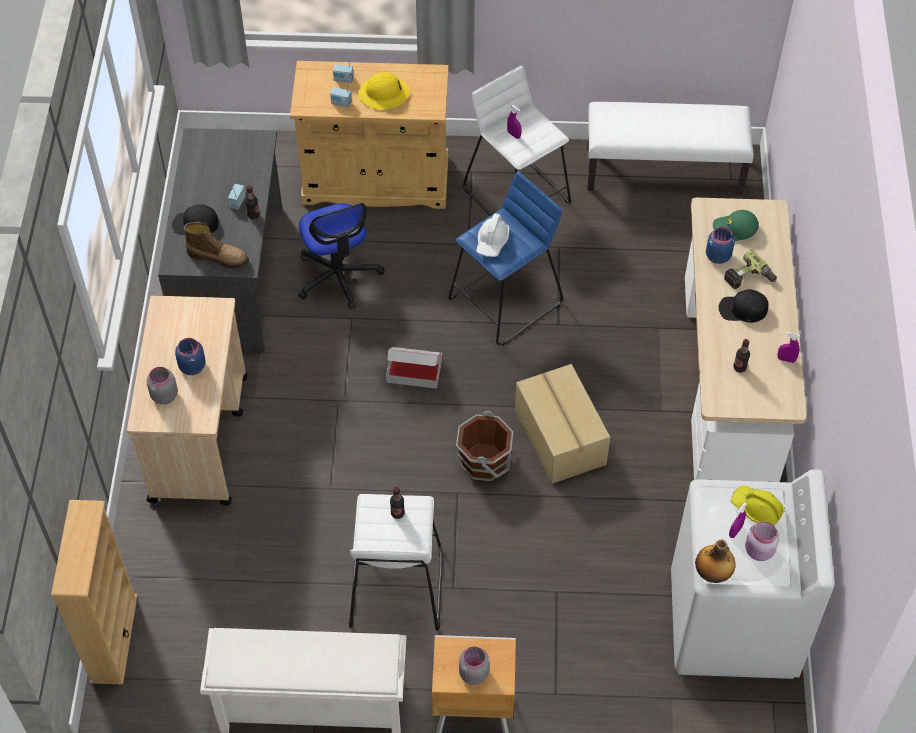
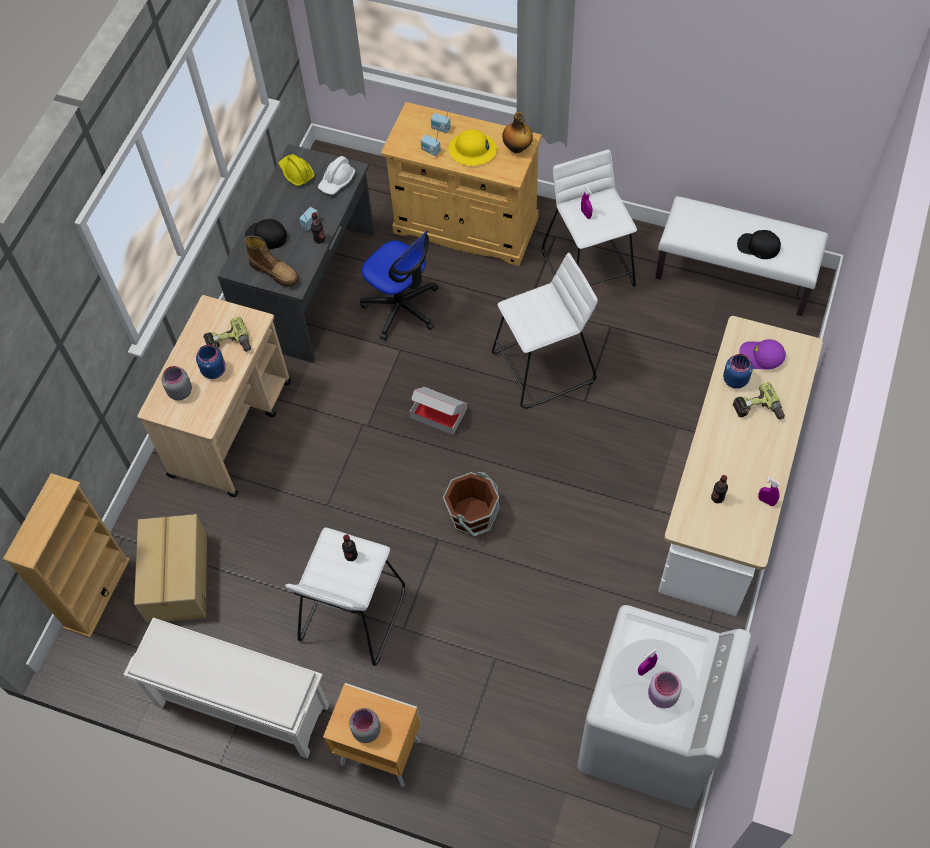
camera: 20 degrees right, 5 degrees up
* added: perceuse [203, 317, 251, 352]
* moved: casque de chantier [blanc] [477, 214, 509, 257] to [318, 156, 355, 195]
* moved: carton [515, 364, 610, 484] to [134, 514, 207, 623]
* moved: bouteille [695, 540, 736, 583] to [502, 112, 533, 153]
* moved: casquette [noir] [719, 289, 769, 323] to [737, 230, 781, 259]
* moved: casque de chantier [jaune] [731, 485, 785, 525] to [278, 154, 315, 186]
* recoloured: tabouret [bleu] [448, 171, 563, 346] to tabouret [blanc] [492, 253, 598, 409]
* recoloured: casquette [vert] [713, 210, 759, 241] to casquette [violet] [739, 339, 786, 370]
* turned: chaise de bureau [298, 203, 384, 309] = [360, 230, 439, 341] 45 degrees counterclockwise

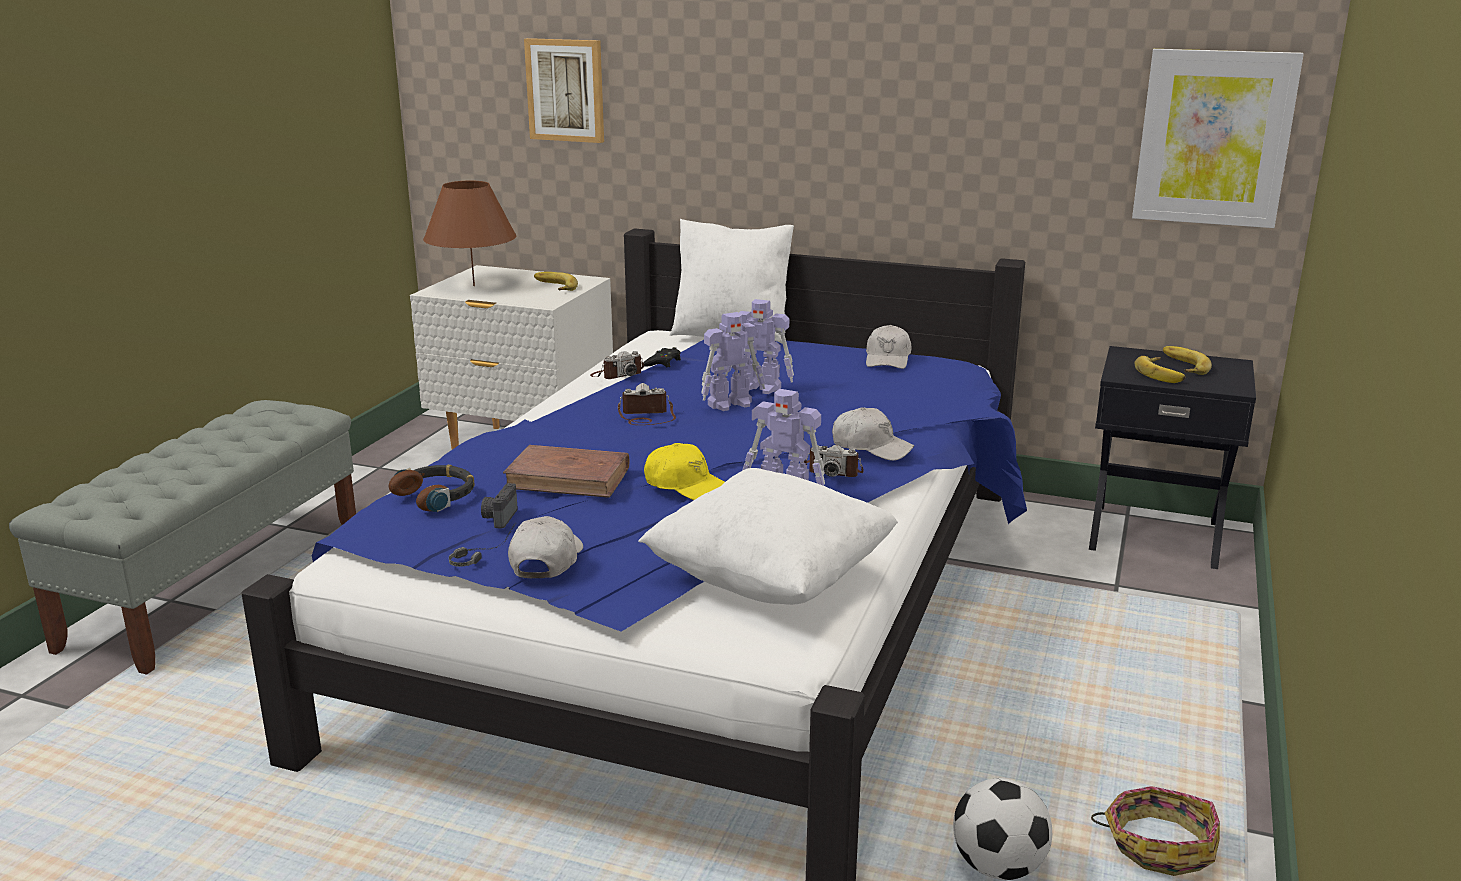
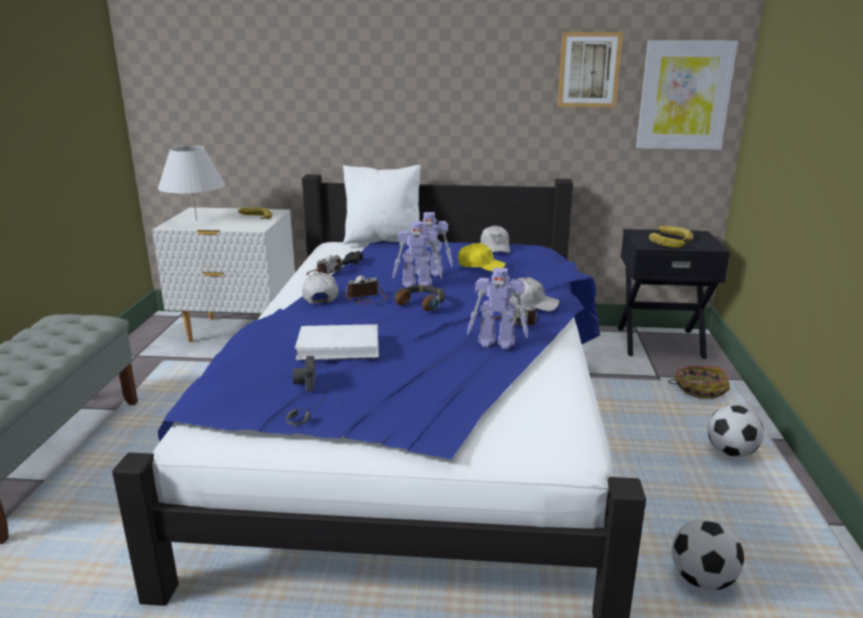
camera: 15 degrees left, 0 degrees up
* removed: coussin [blanc] [638, 468, 898, 605]
* added: ballon de foot [707, 405, 764, 457]
* moved: casque audio [389, 465, 475, 512] to [394, 285, 445, 311]
* moved: casquette [blanc] [508, 516, 583, 578] to [302, 272, 339, 304]
* moved: tableau [524, 38, 604, 143] to [557, 32, 623, 107]
* moved: casquette [jaune] [644, 443, 725, 500] to [458, 243, 506, 272]
* moved: panier [1091, 786, 1220, 876] to [668, 365, 730, 399]
* recoloured: lampe de table [marron] [423, 180, 517, 286] to lampe de table [blanc] [158, 146, 226, 221]
* recoloured: livre [marron] [503, 445, 629, 498] to livre [blanc] [295, 324, 379, 360]
* turned: robot jouet [701, 312, 765, 411] = [393, 221, 442, 287] 45 degrees clockwise

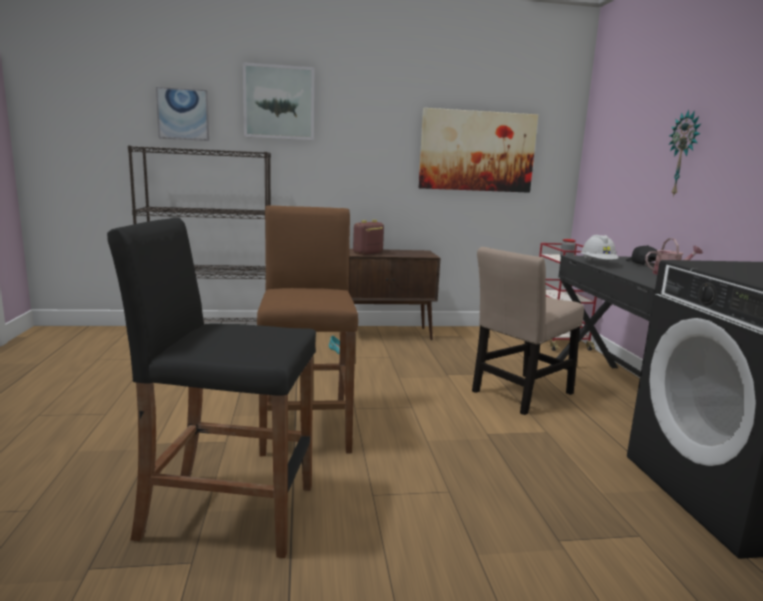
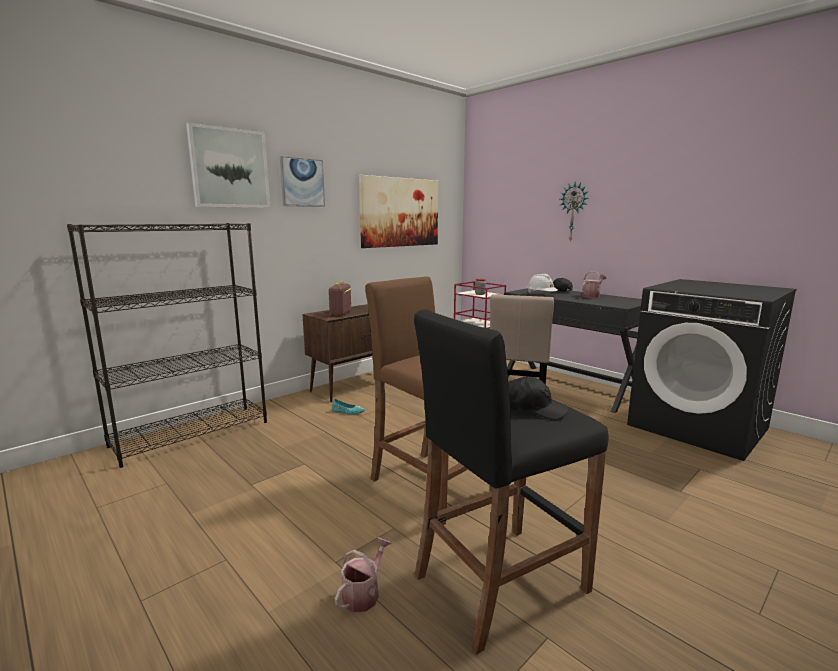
camera: 35 degrees left, 0 degrees up
* added: arrosoir [335, 537, 391, 612]
* added: casquette [noir] [508, 377, 569, 420]
* moved: tableau [156, 87, 209, 141] to [280, 156, 325, 207]

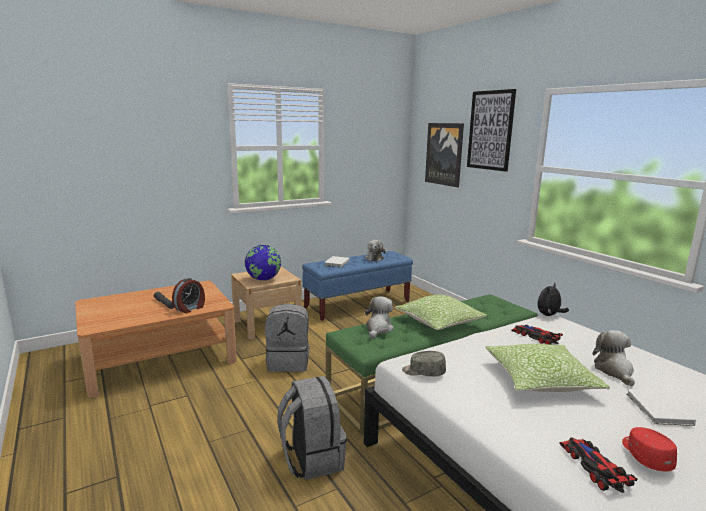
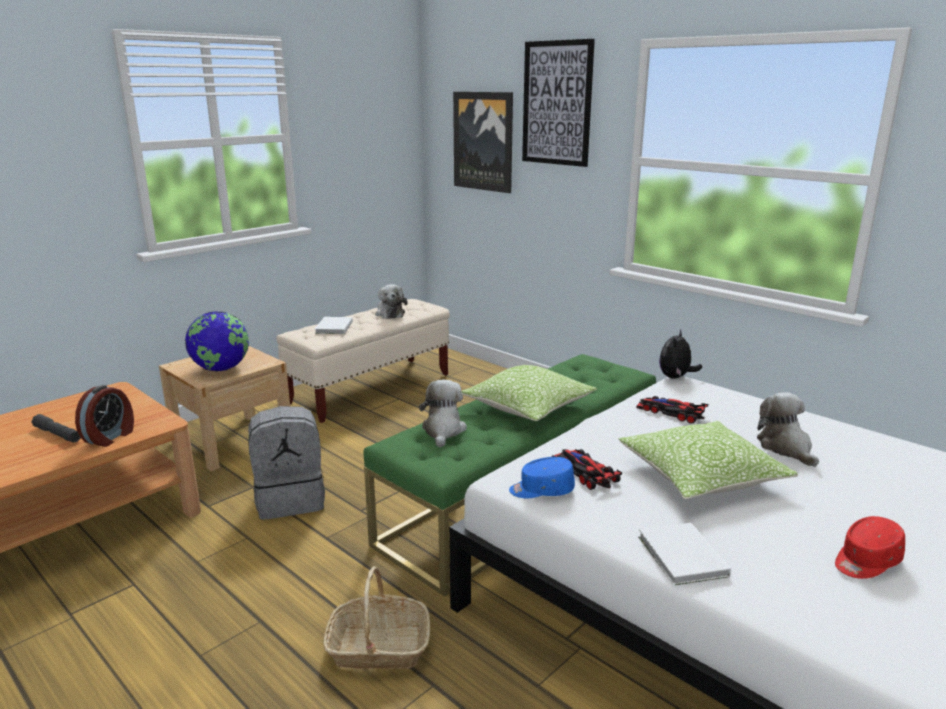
camera: 15 degrees left, 5 degrees up
* moved: petite voiture [559, 438, 637, 493] to [552, 449, 622, 490]
* moved: livre [blanc] [626, 389, 696, 426] to [638, 523, 731, 586]
* replaced: sac à dos [gris] [277, 376, 347, 480] to panier [324, 566, 430, 669]
* recoloured: banc [bleu] [302, 251, 413, 321] to banc [beige] [276, 299, 450, 423]
* recoloured: casquette [gris] [402, 351, 446, 377] to casquette [bleu] [509, 457, 575, 498]
* turned: casquette [rouge] [622, 427, 677, 472] = [835, 516, 905, 579] 105 degrees counterclockwise

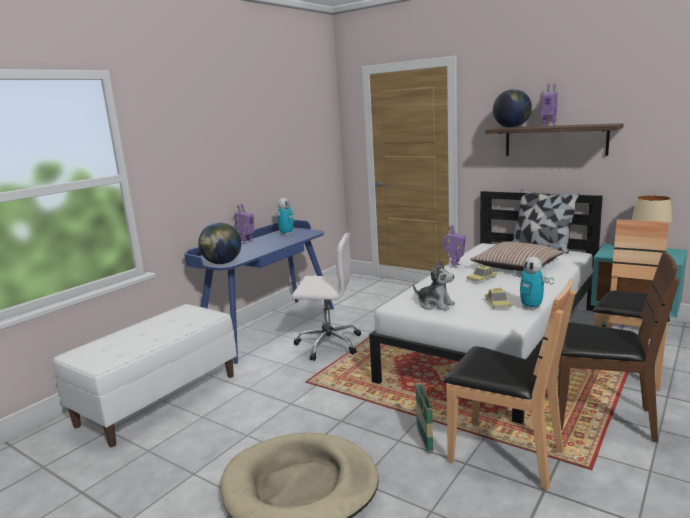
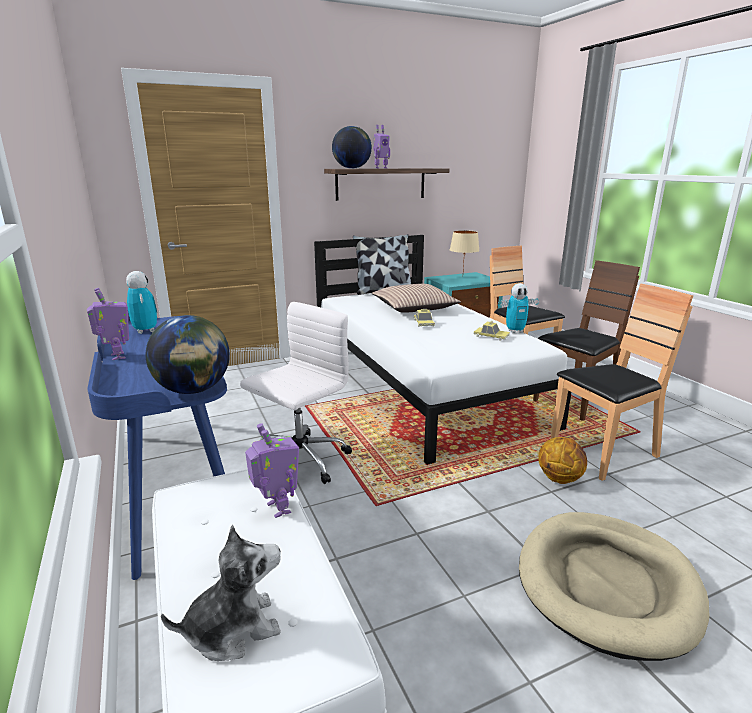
camera: 60 degrees left, 5 degrees up
* moved: peluche [413, 260, 455, 311] to [161, 525, 281, 661]
* moved: robot jouet [443, 225, 466, 268] to [245, 423, 299, 518]
* replaced: panier [415, 373, 434, 453] to ballon de basket [538, 437, 587, 484]

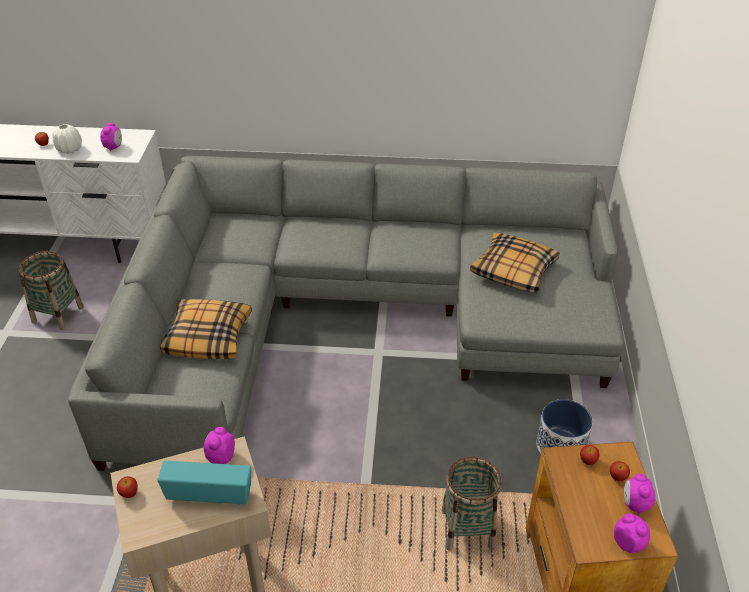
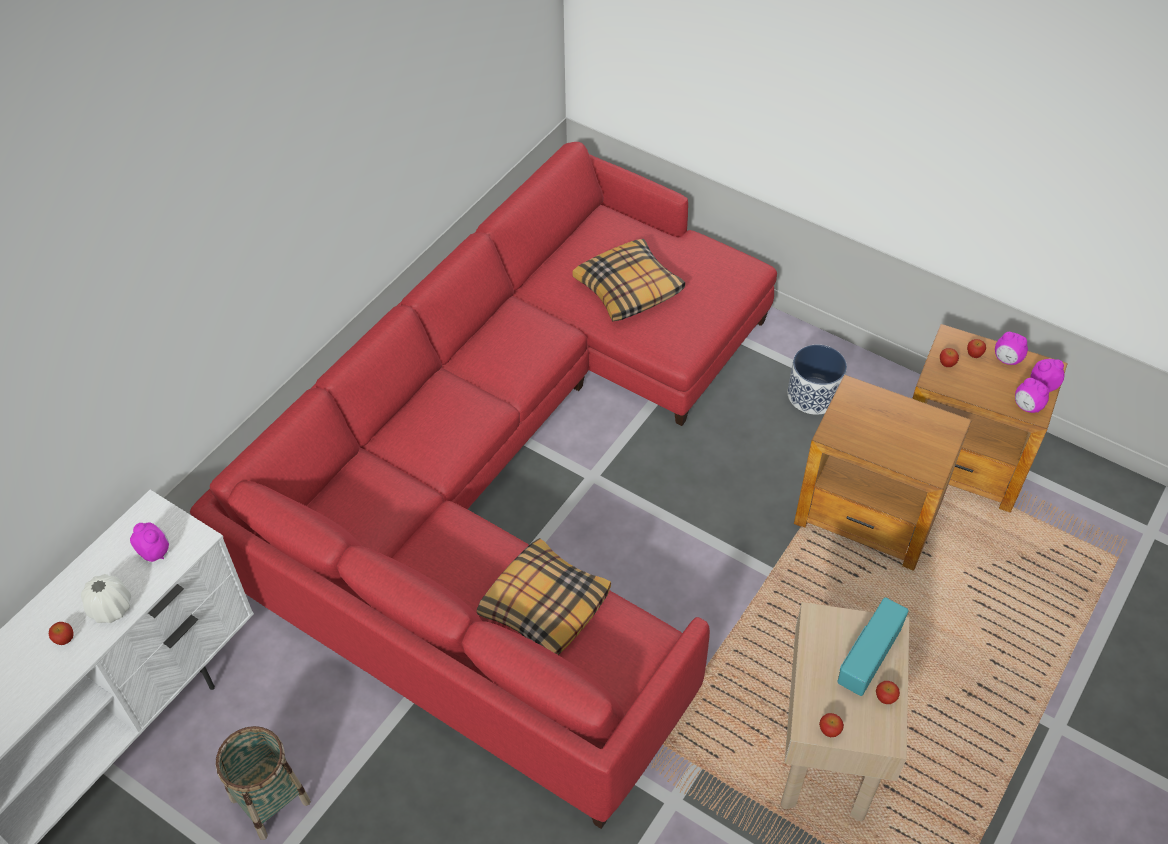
camera: 60 degrees left, 10 degrees up
* added: pomme [876, 681, 900, 704]
* moved: réveil [204, 427, 235, 464] to [1015, 378, 1049, 413]
* replaced: panier [441, 456, 502, 551] to table d'appoint [marron] [794, 374, 972, 571]
* recoloured: canapé [gris] [68, 155, 624, 471] to canapé [rouge] [190, 142, 777, 829]

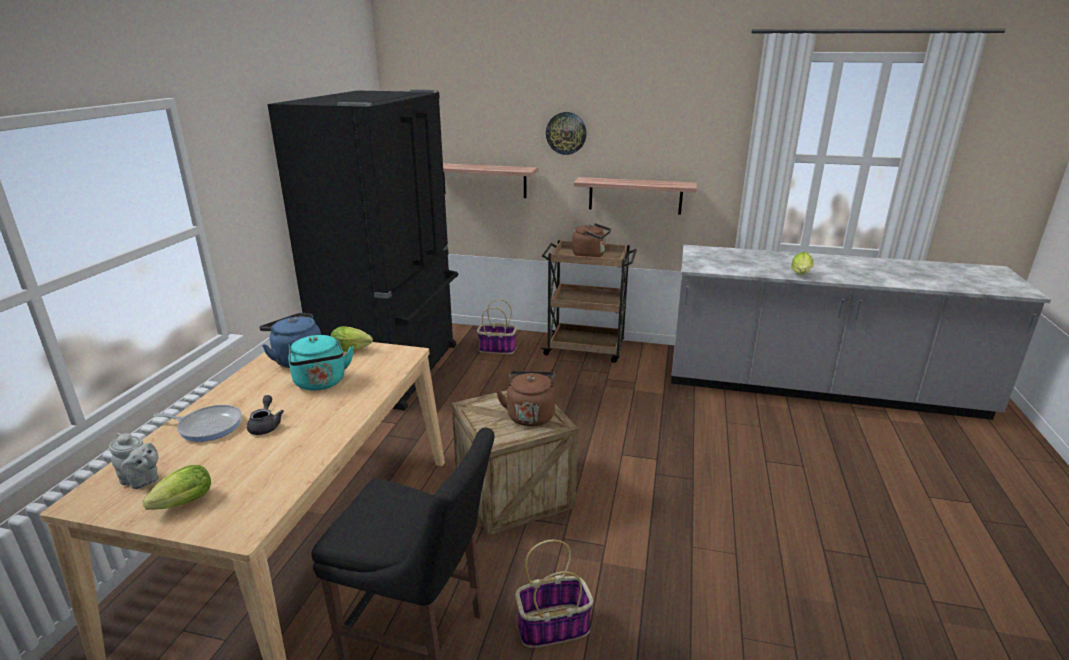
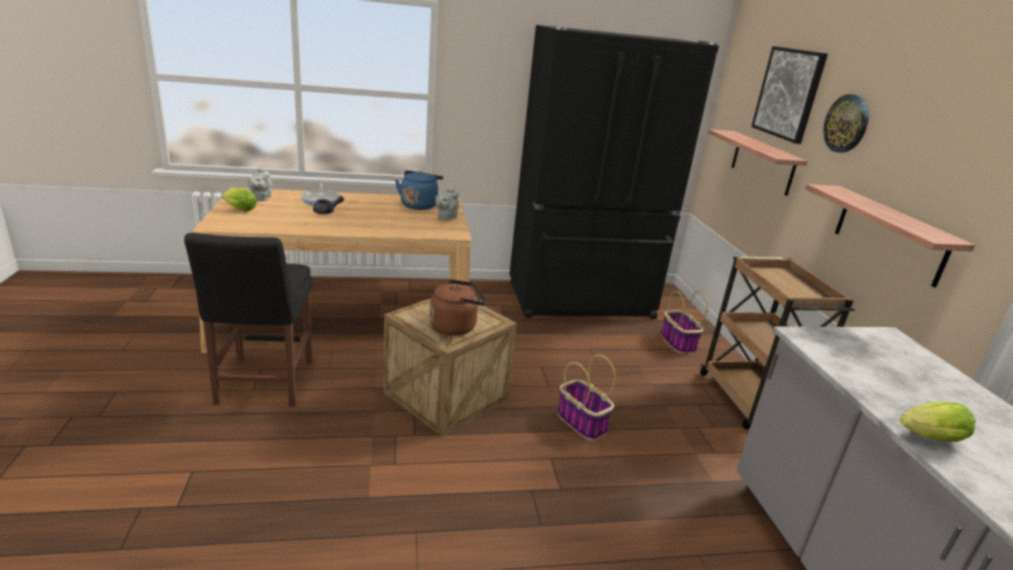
camera: 65 degrees right, 0 degrees up
* removed: bouilloire [turquoise] [288, 335, 354, 391]
* removed: bouilloire [marron] [572, 223, 611, 257]
* added: tableau [751, 46, 828, 144]
* moved: panier [515, 540, 593, 648] to [557, 354, 616, 441]
* replaced: laitue [331, 326, 373, 352] to théière [gris] [436, 187, 459, 221]

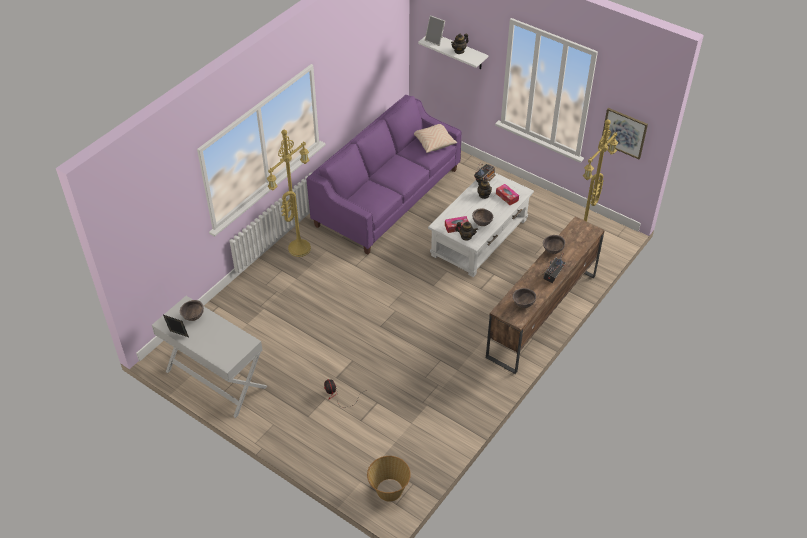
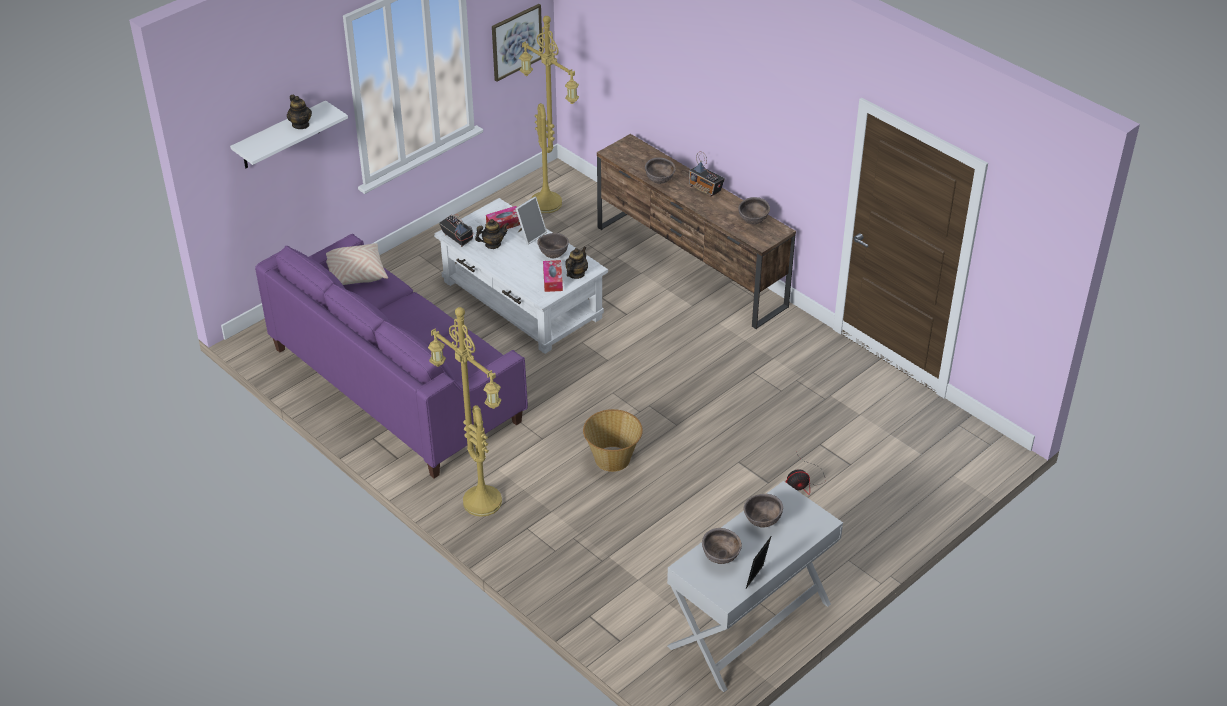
camera: 80 degrees left, 5 degrees down
* added: bol [marron] [744, 494, 783, 528]
* moved: panier [367, 456, 411, 501] to [583, 409, 643, 472]
* moved: cadre photo [425, 15, 445, 46] to [515, 196, 547, 245]

